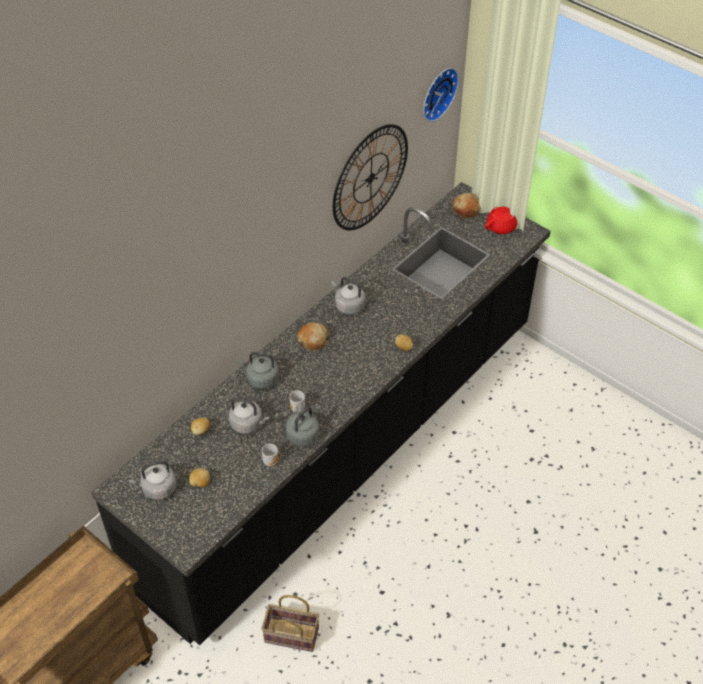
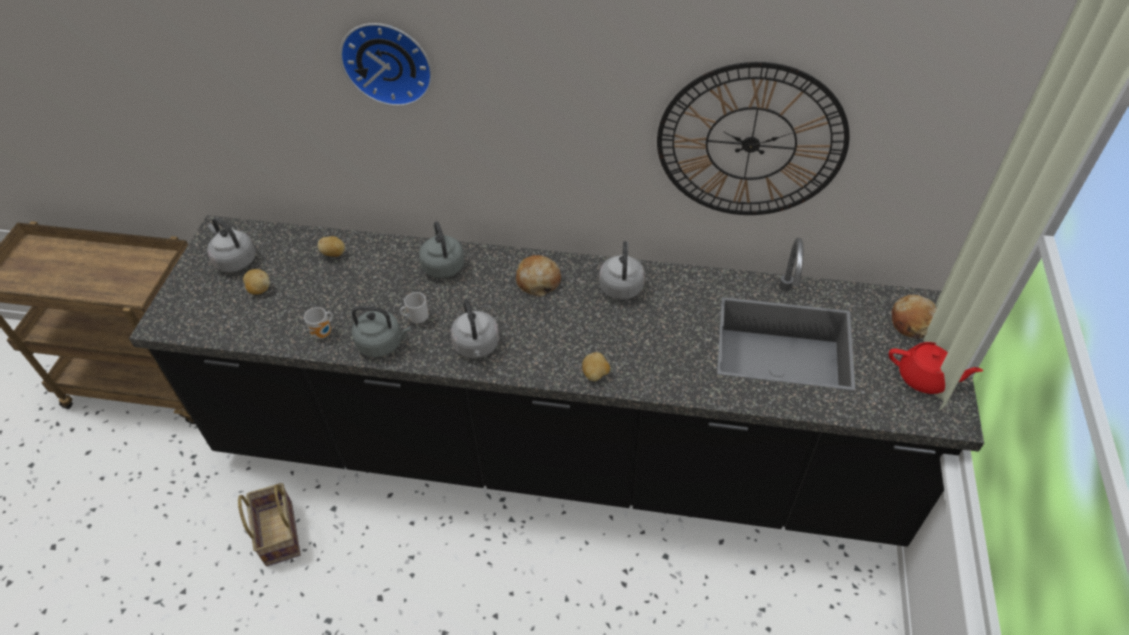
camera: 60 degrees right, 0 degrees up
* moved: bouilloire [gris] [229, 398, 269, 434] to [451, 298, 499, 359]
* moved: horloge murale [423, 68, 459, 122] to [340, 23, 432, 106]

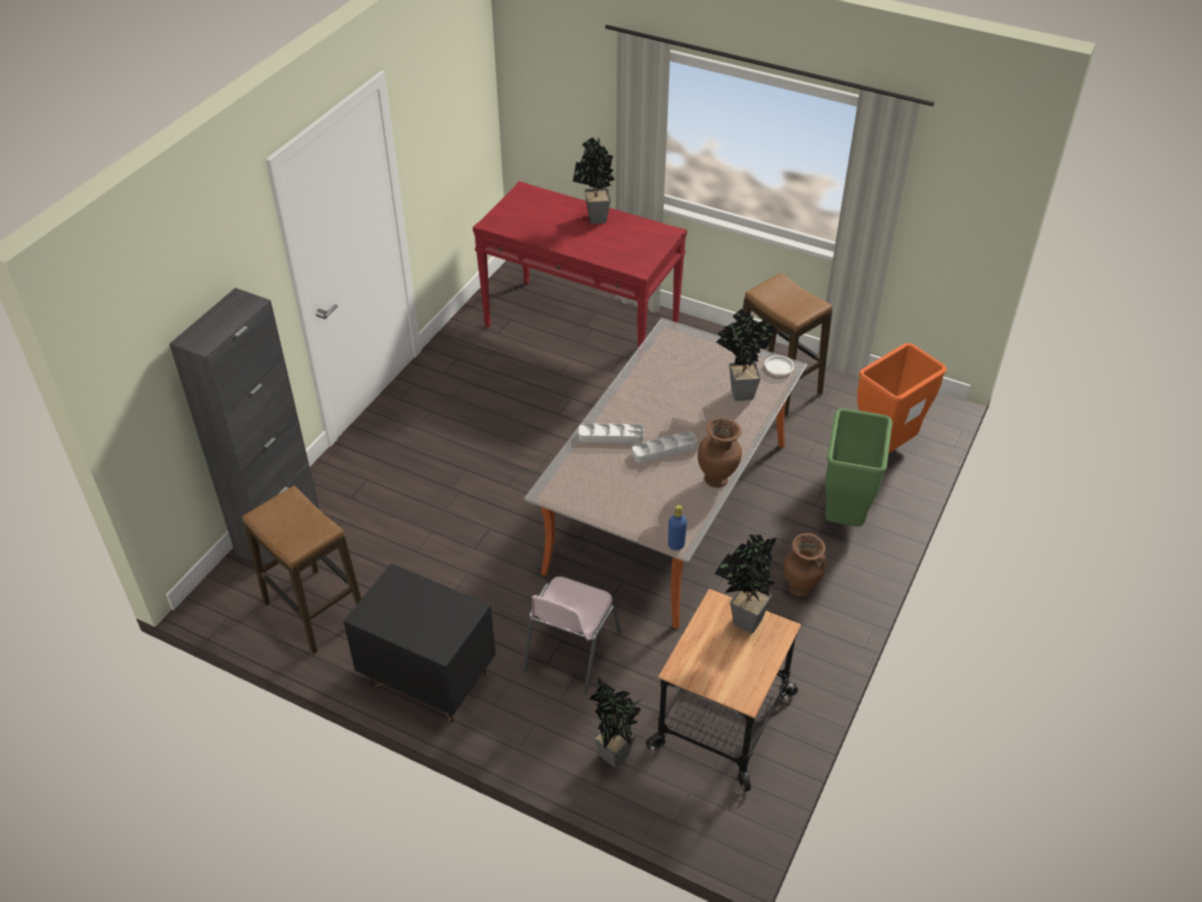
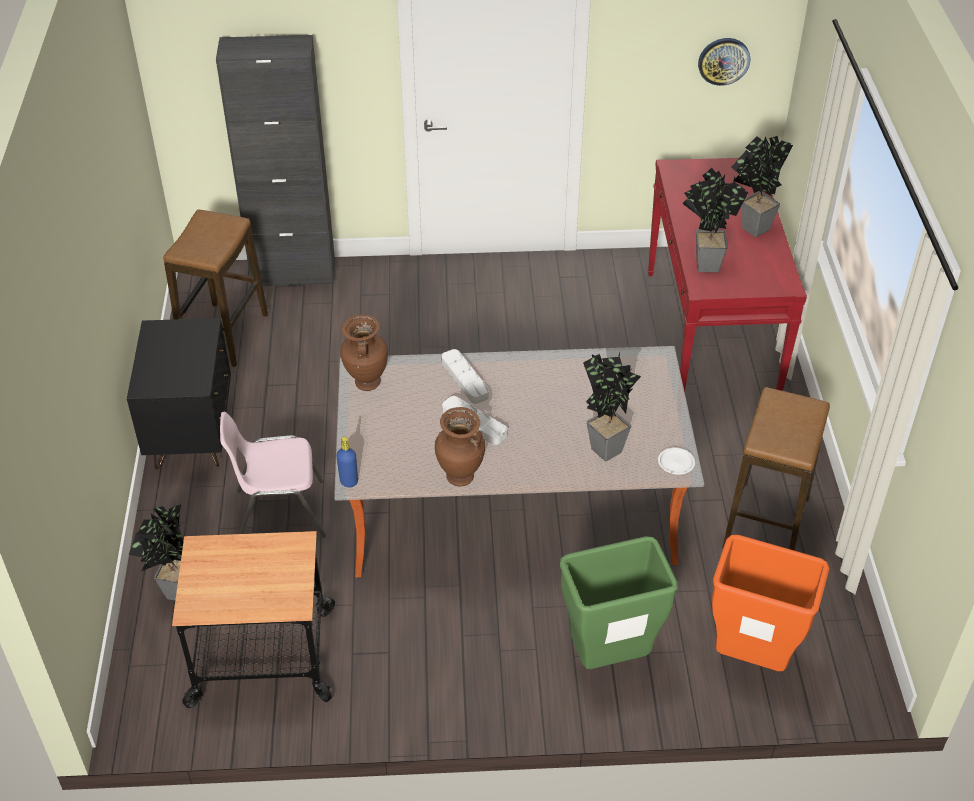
camera: 60 degrees right, 0 degrees up
* added: horloge murale [698, 38, 750, 86]
* moved: plante en pot [714, 535, 778, 633] to [682, 168, 748, 272]
* moved: vase [marron] [783, 533, 826, 597] to [340, 314, 388, 391]

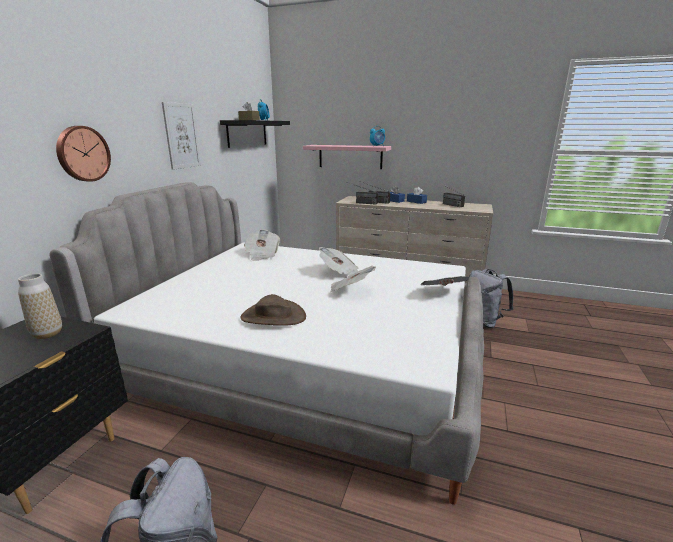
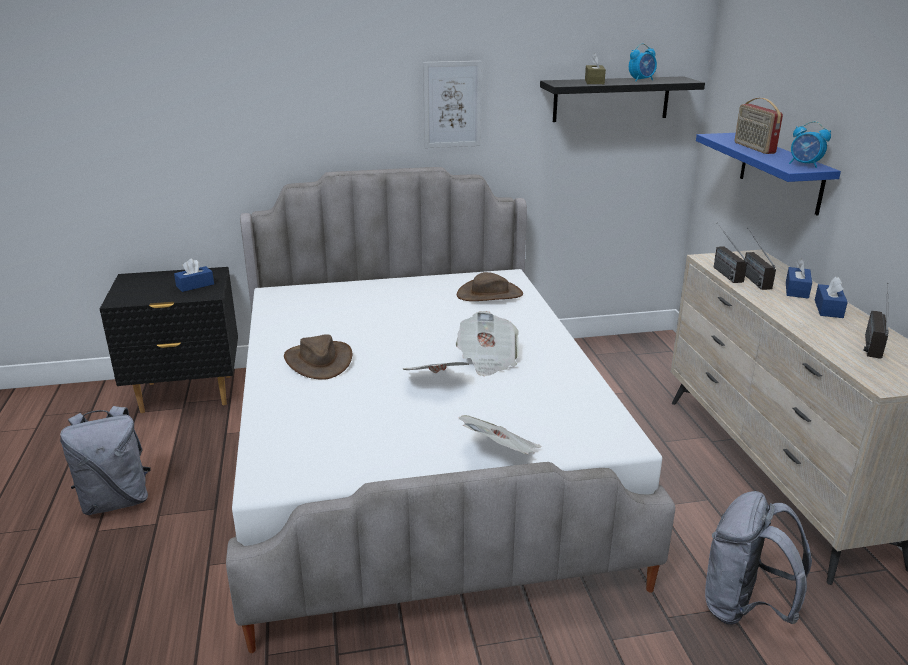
camera: 60 degrees right, 5 degrees up
* removed: horloge murale [56, 126, 111, 182]
* added: radio [735, 98, 783, 154]
* replaced: vase [18, 273, 62, 339] to boîte à mouchoirs [bleu] [174, 258, 214, 292]
* replaced: journal [244, 229, 280, 261] to chapeau [marron] [457, 272, 523, 301]
* recoloured: étagère [rose] [303, 145, 391, 169] to étagère [bleu] [696, 133, 841, 215]

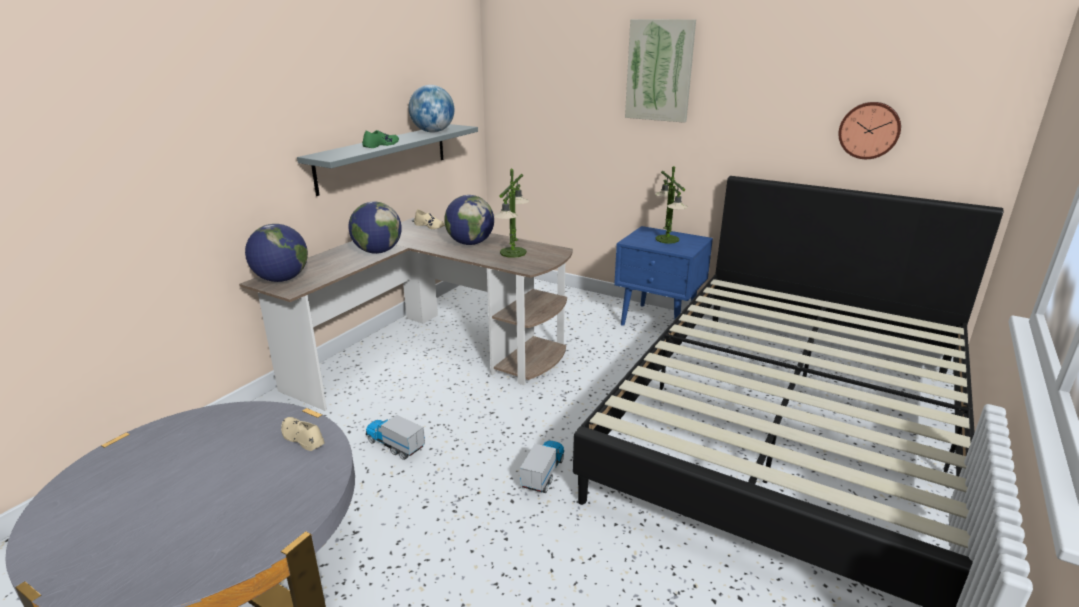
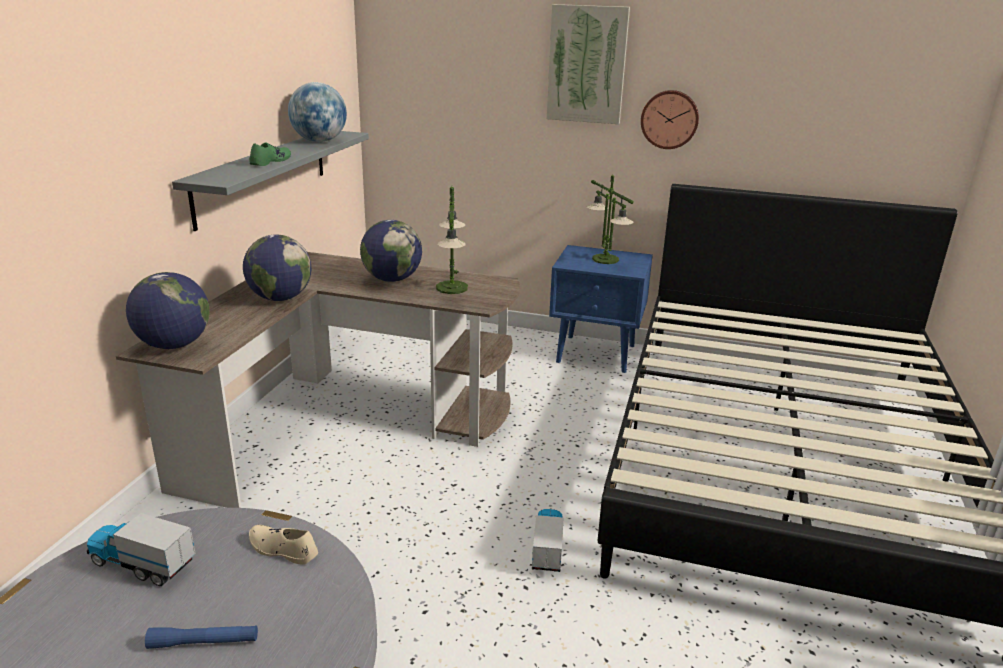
camera: 15 degrees left, 0 degrees up
* removed: chaussure [beige] [414, 209, 445, 229]
* added: lampe de poche [bleu] [145, 626, 258, 649]
* moved: camion jouet [366, 415, 425, 460] to [87, 513, 195, 586]
* moved: horloge murale [839, 102, 901, 159] to [641, 90, 699, 149]

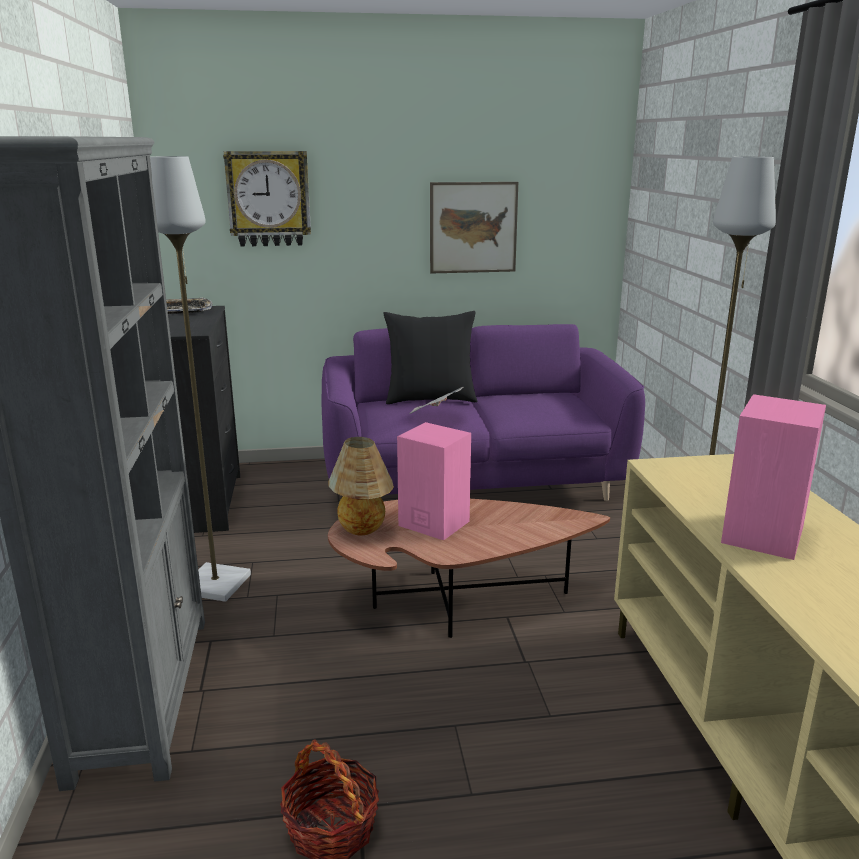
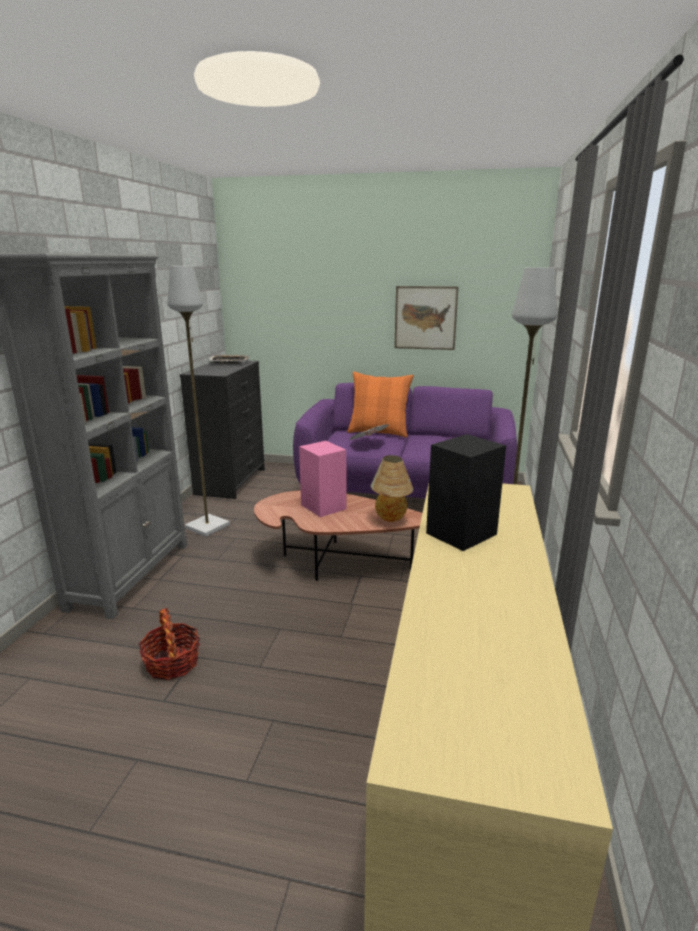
camera: 20 degrees right, 0 degrees up
* removed: horloge murale [223, 151, 311, 247]
* moved: lampe de table [329, 437, 394, 535] to [371, 455, 413, 522]
* recoloured: coussin [noir] [383, 311, 477, 404] to coussin [orange] [347, 372, 414, 438]
* recoloured: enceinte [rose] [721, 394, 826, 560] to enceinte [noir] [426, 434, 506, 551]

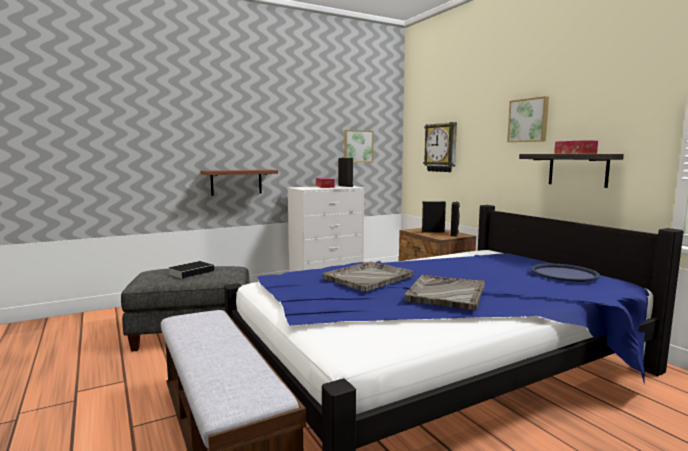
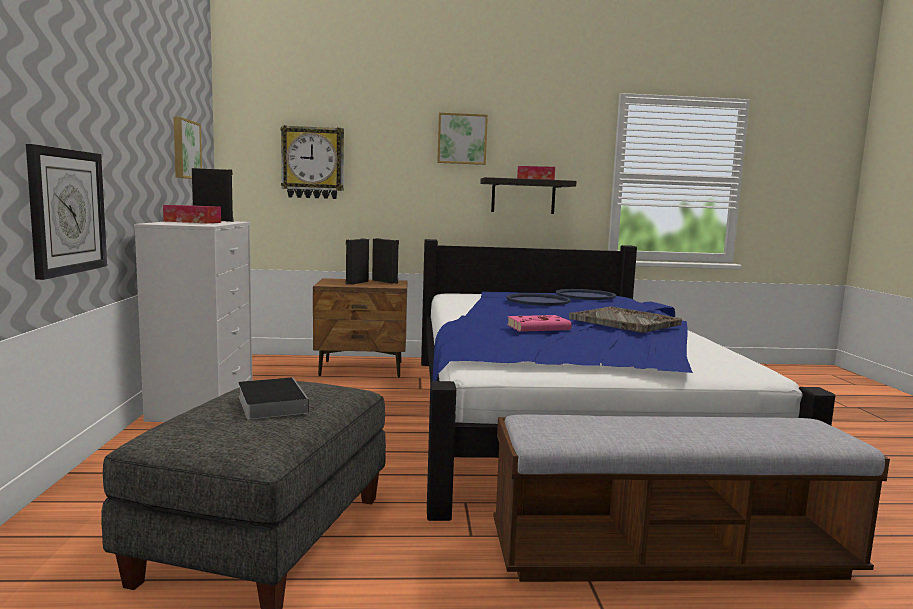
camera: 65 degrees left, 0 degrees up
* added: plateau [bleu] [506, 293, 571, 306]
* replaced: étagère [201, 169, 278, 196] to horloge murale [26, 144, 107, 280]
* replaced: plateau [gris] [323, 261, 413, 292] to livre [rose] [507, 315, 573, 332]

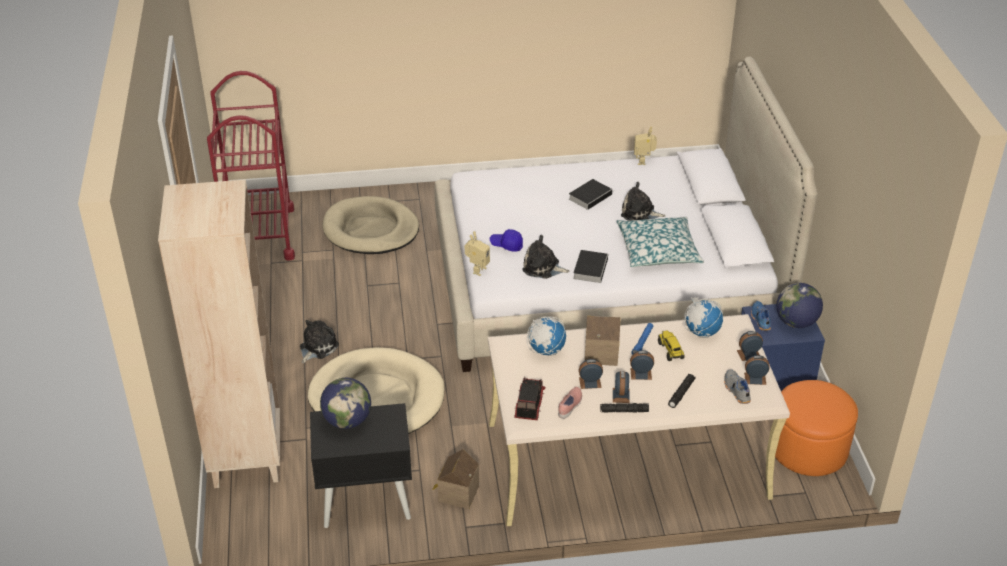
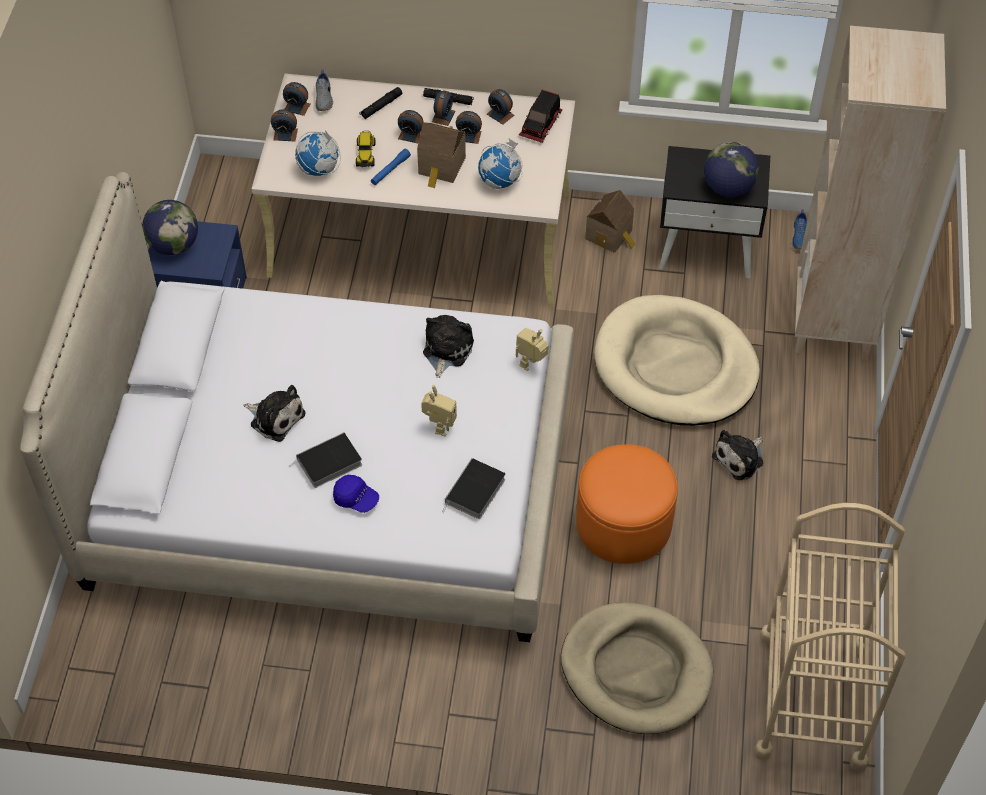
camera: 165 degrees left, 15 degrees up
* removed: coussin [616, 217, 704, 267]
* moved: casquette [bleu] [490, 229, 523, 252] to [333, 475, 379, 513]
* moved: livre [573, 250, 608, 283] to [442, 458, 505, 519]
* moved: robot jouet [634, 126, 657, 165] to [421, 385, 457, 436]
* moved: chaussure [bleu] [751, 301, 771, 331] to [792, 209, 807, 250]
* moved: pouf [orange] [775, 380, 858, 476] to [576, 444, 678, 564]
* replaced: chaussure [rose] [558, 387, 582, 419] to réveil [487, 89, 514, 125]
* recoloured: chariot [rouge] [207, 71, 295, 261] to chariot [beige] [754, 503, 906, 772]
* turned: peluche [522, 235, 570, 279] = [423, 315, 474, 378] 105 degrees counterclockwise

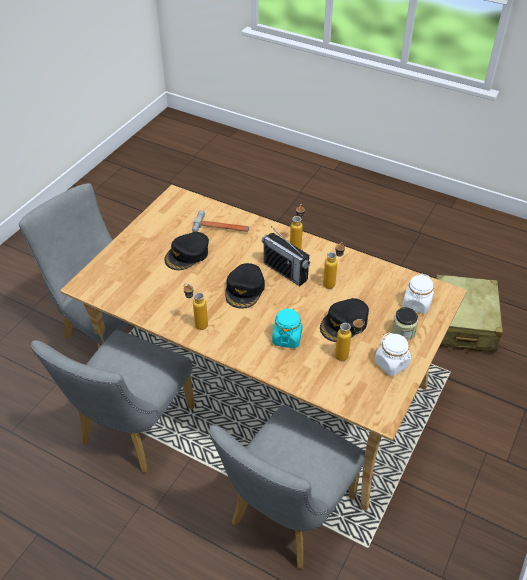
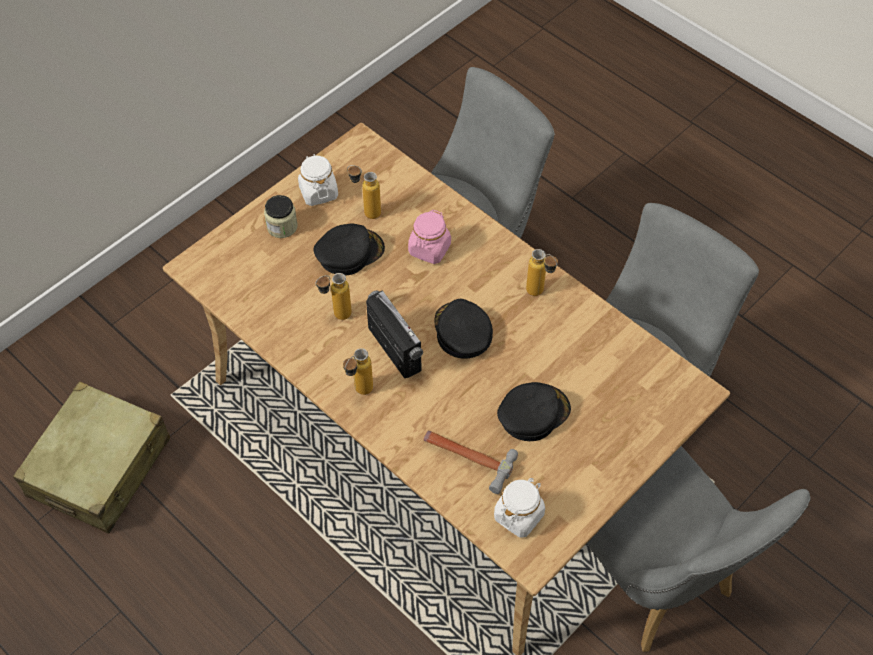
camera: 165 degrees left, 10 degrees up
* moved: bocal [blanc] [403, 273, 434, 314] to [494, 478, 545, 538]
* recoloured: bocal [turquoise] [272, 307, 302, 348] to bocal [rose] [408, 210, 451, 264]
* turned: casquette [noir] [225, 263, 265, 309] = [434, 299, 493, 359] 45 degrees counterclockwise

